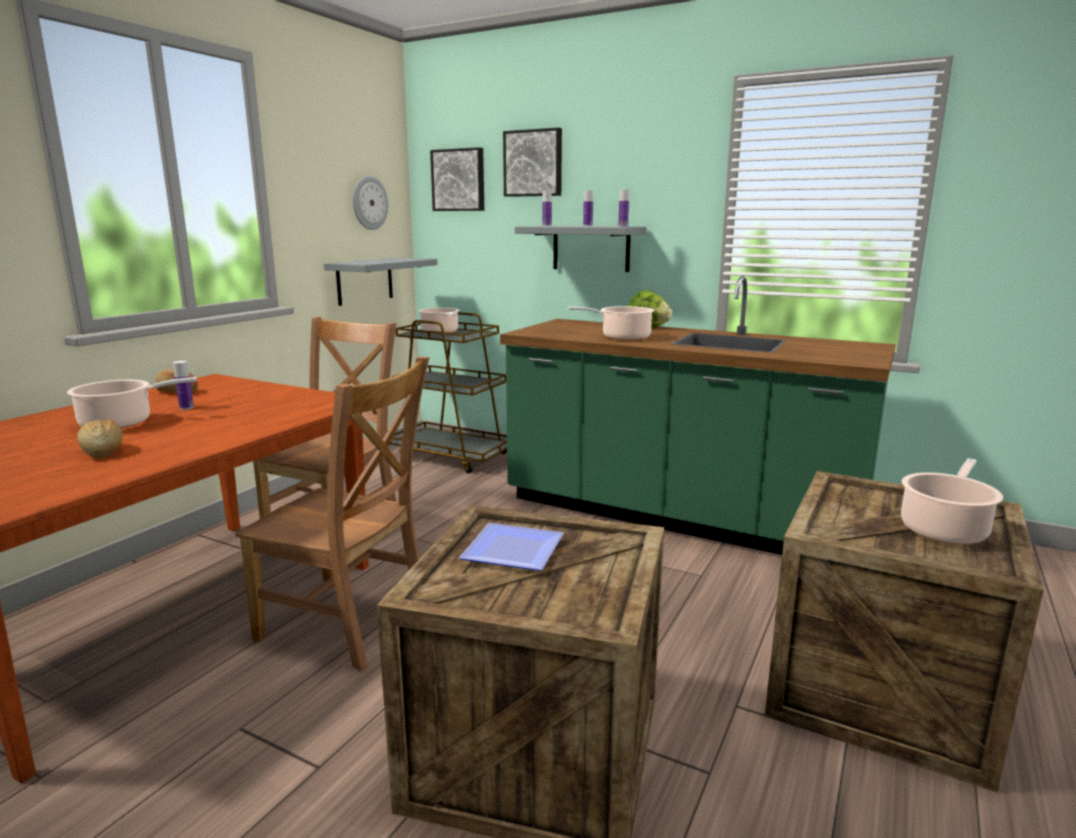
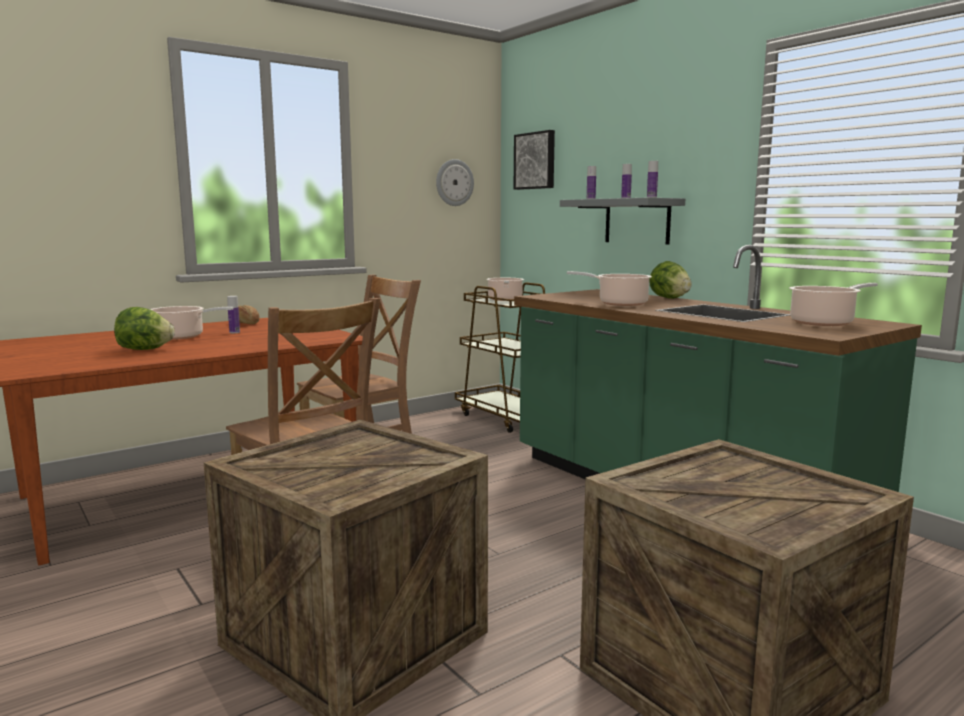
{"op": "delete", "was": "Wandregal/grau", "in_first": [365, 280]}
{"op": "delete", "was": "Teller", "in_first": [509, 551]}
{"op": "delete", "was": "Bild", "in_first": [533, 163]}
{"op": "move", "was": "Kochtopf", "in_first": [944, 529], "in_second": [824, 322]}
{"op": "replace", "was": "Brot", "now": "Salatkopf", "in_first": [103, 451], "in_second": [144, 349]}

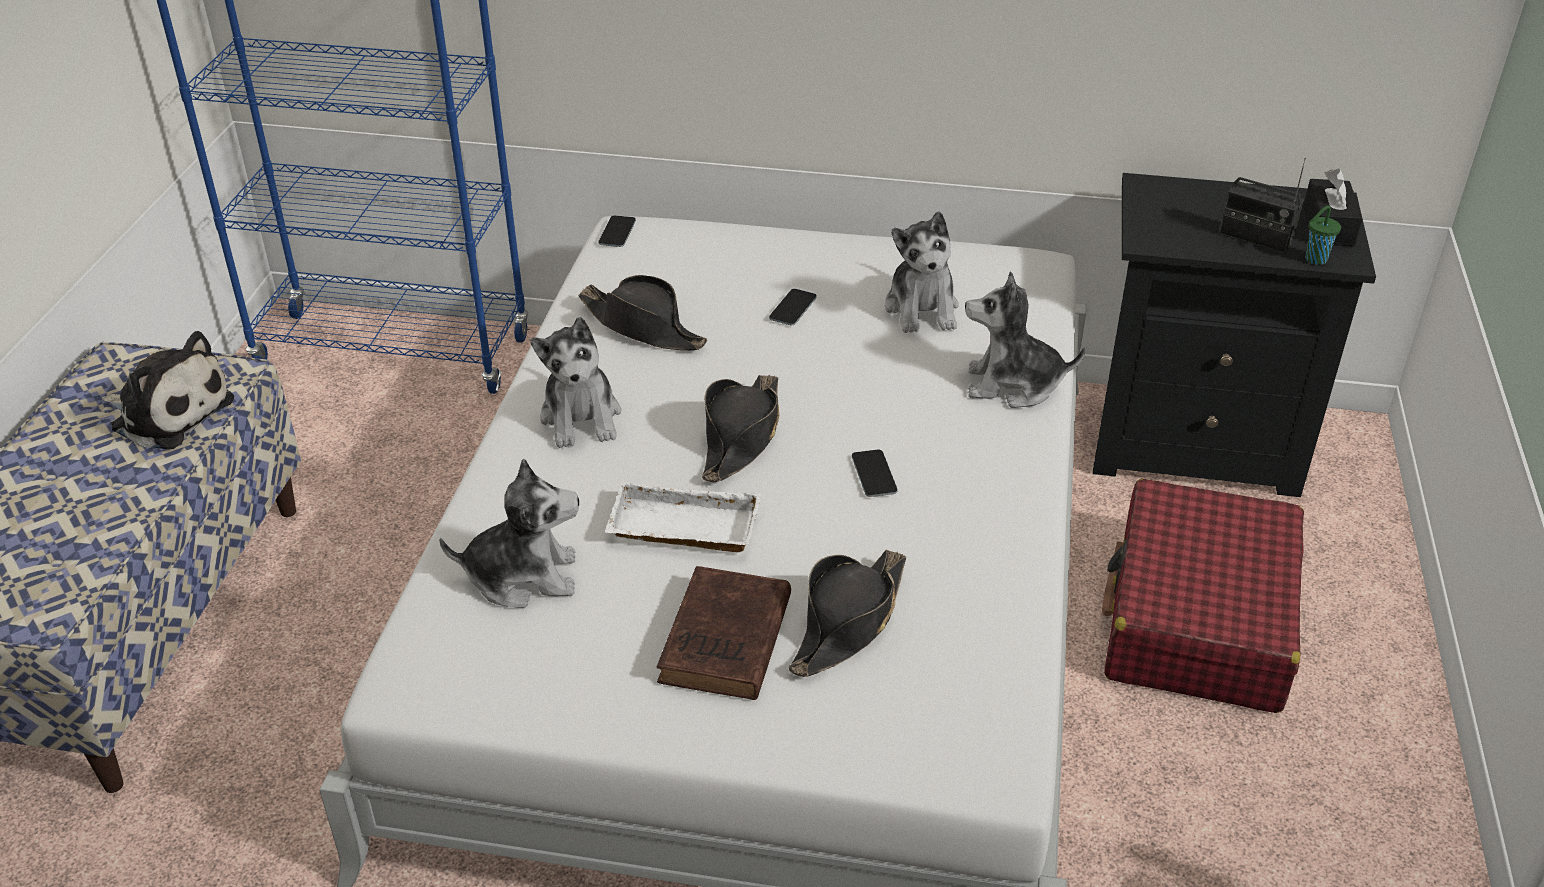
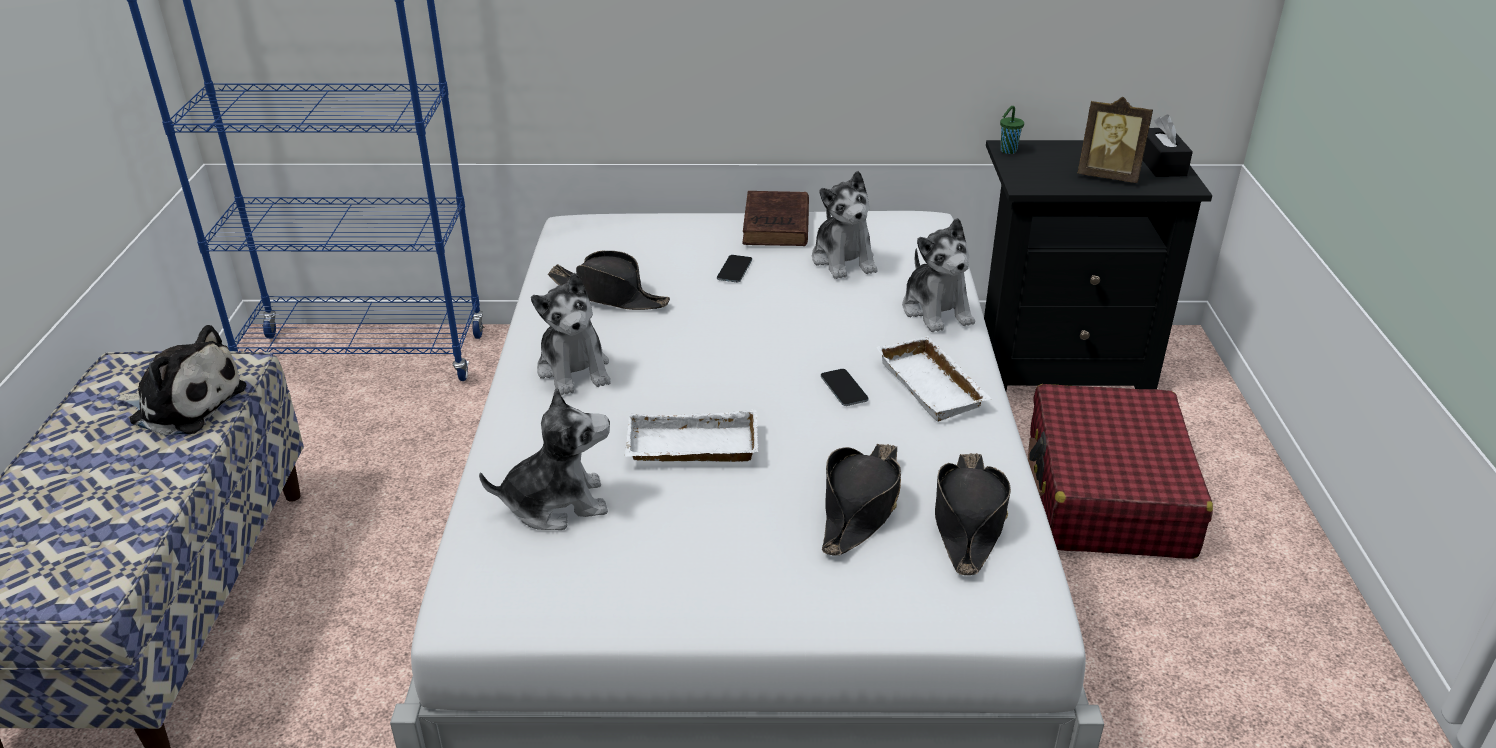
{"op": "delete", "was": "Handy", "in_first": [617, 232]}
{"op": "insert", "now": "Tablett/weiß", "in_second": [934, 386]}
{"op": "move", "was": "Buch/braun", "in_first": [724, 643], "in_second": [776, 226]}
{"op": "move", "was": "Hut/schwarz", "in_first": [741, 437], "in_second": [968, 521]}
{"op": "move", "was": "Tasse/grün", "in_first": [1314, 260], "in_second": [1007, 151]}
{"op": "replace", "was": "Radio", "now": "Bilderrahmen", "in_first": [1255, 238], "in_second": [1108, 176]}
{"op": "rotate", "was": "Plüschtier", "in_first": [1013, 385], "in_second": [936, 310], "clockwise": -105}

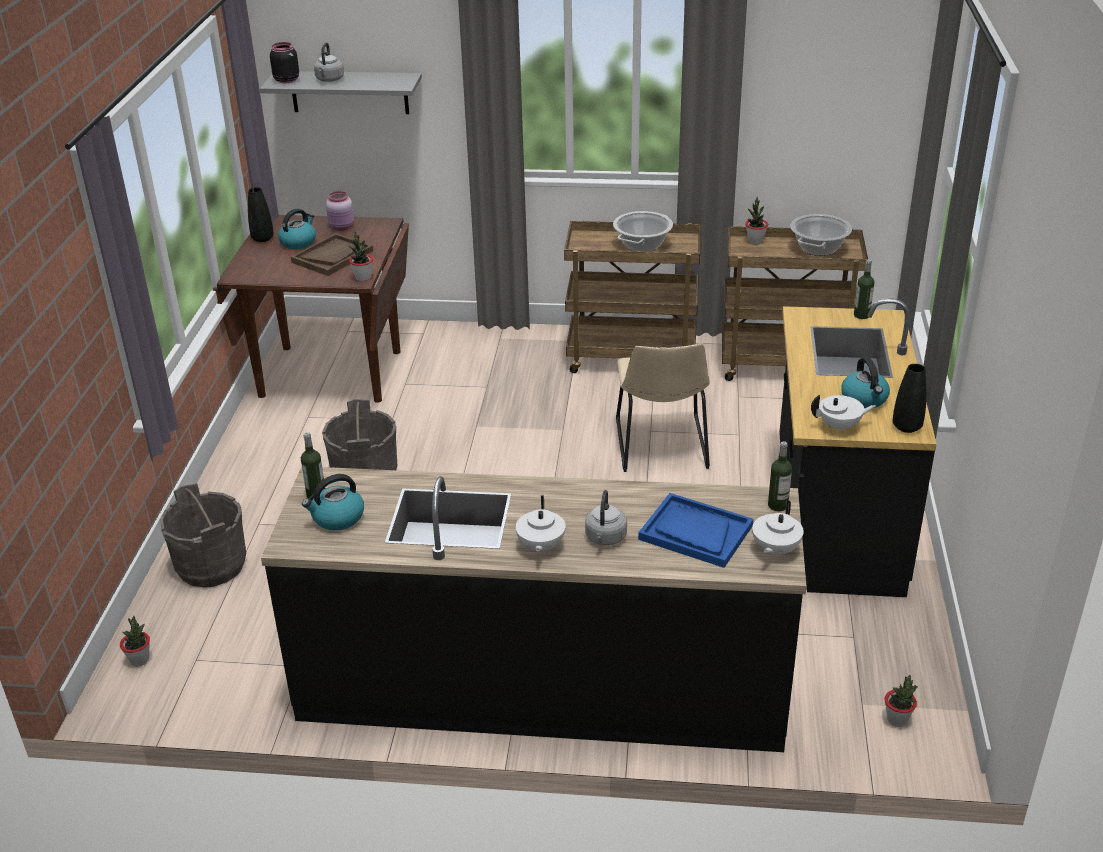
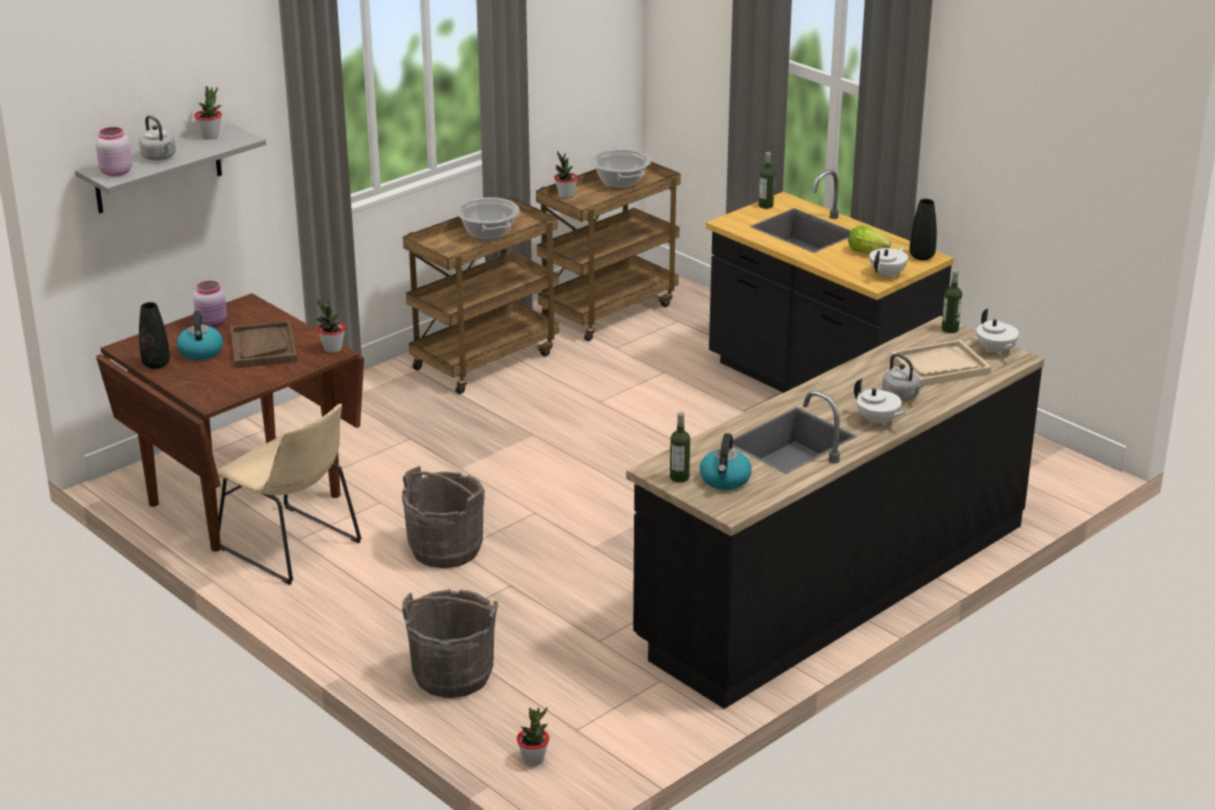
{"op": "move", "was": "Stuhl/beige", "in_first": [661, 447], "in_second": [293, 547]}
{"op": "move", "was": "Topfpflanze", "in_first": [897, 719], "in_second": [210, 136]}
{"op": "replace", "was": "Wasserkessel", "now": "Salatkopf", "in_first": [864, 399], "in_second": [869, 253]}
{"op": "recolor", "was": "Vorratsglas/schwarz", "now": "Vorratsglas/rosa", "in_first": [286, 80], "in_second": [115, 172]}
{"op": "recolor", "was": "Tablett/blau", "now": "Tablett/beige", "in_first": [695, 532], "in_second": [939, 366]}

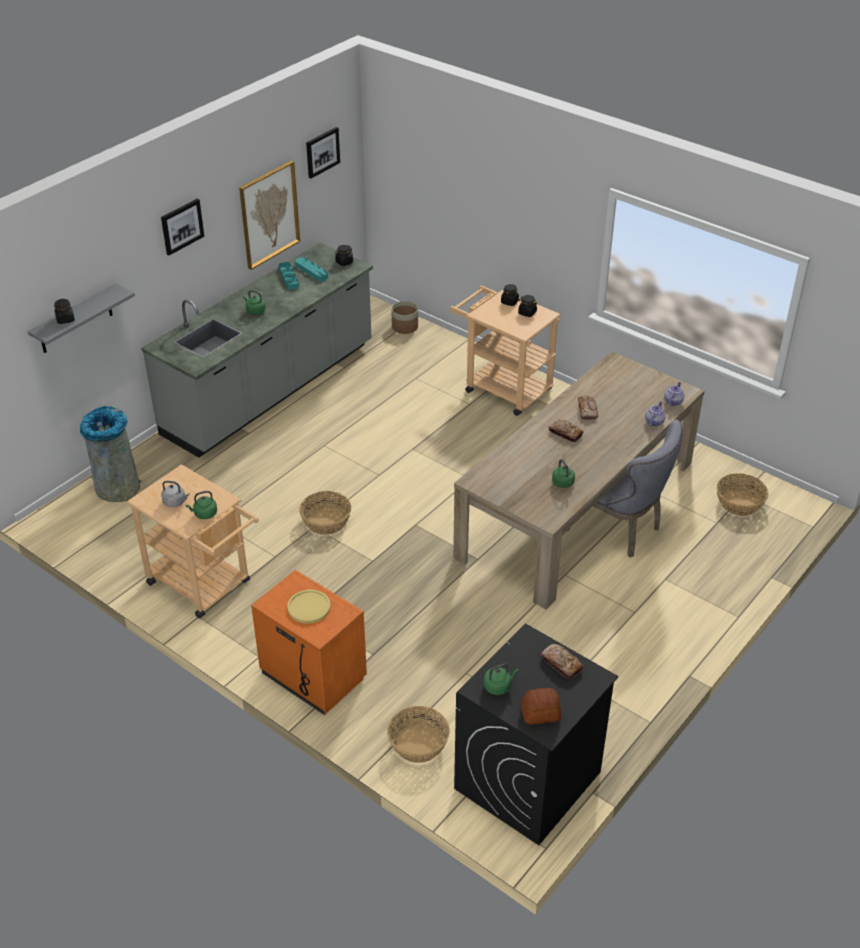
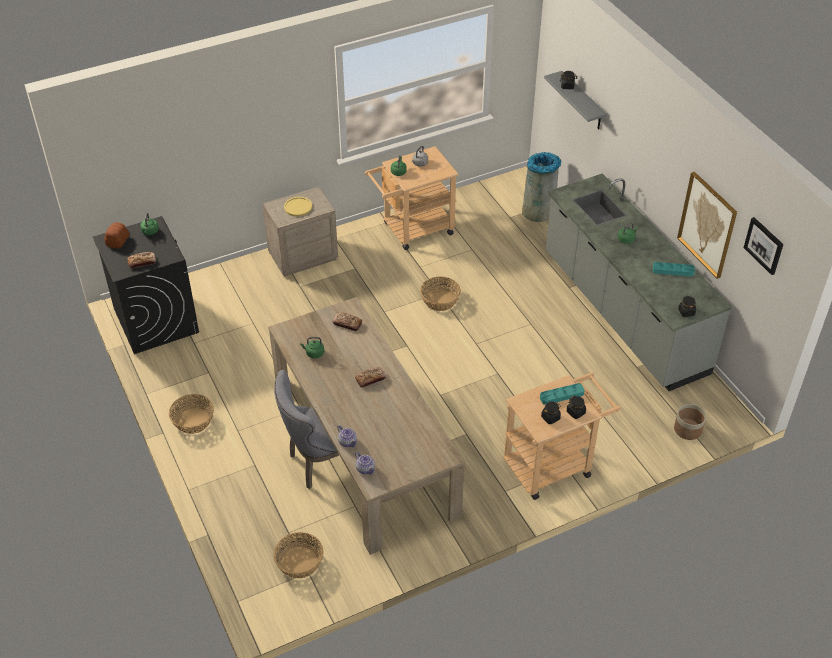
{"op": "delete", "was": "Bild", "in_first": [181, 226]}
{"op": "move", "was": "Tablett/türkis", "in_first": [311, 271], "in_second": [561, 395]}
{"op": "move", "was": "Korb", "in_first": [418, 744], "in_second": [193, 420]}
{"op": "move", "was": "Brot", "in_first": [587, 410], "in_second": [347, 324]}
{"op": "recolor", "was": "Nachttisch/orange", "now": "Nachttisch/beige", "in_first": [312, 676], "in_second": [303, 256]}

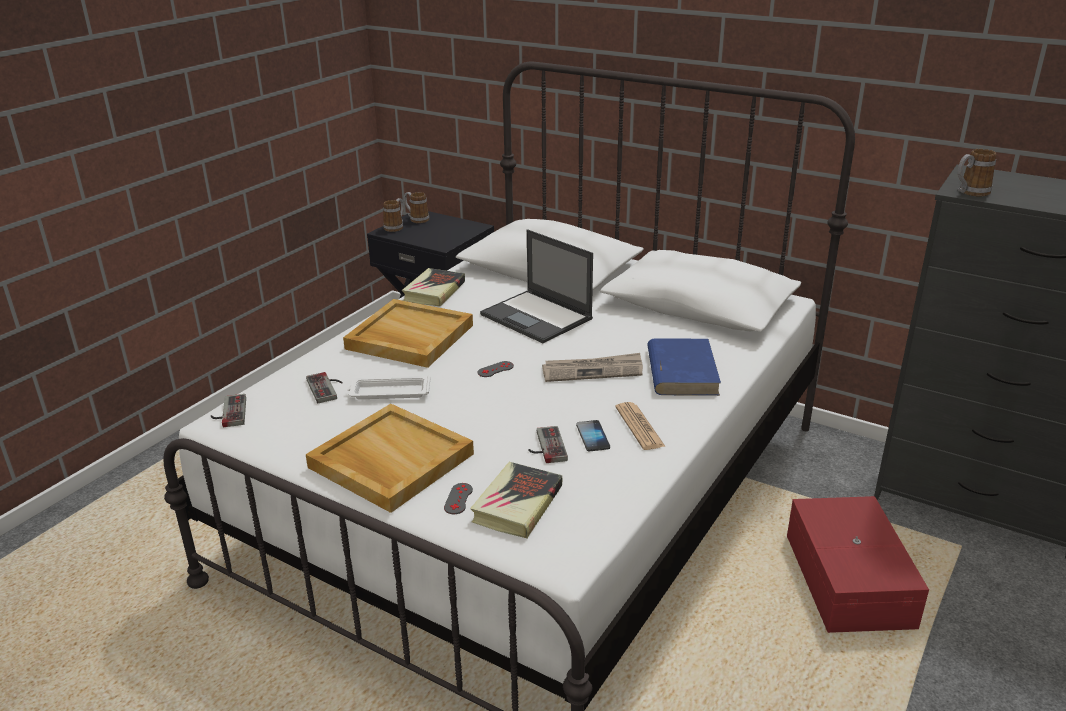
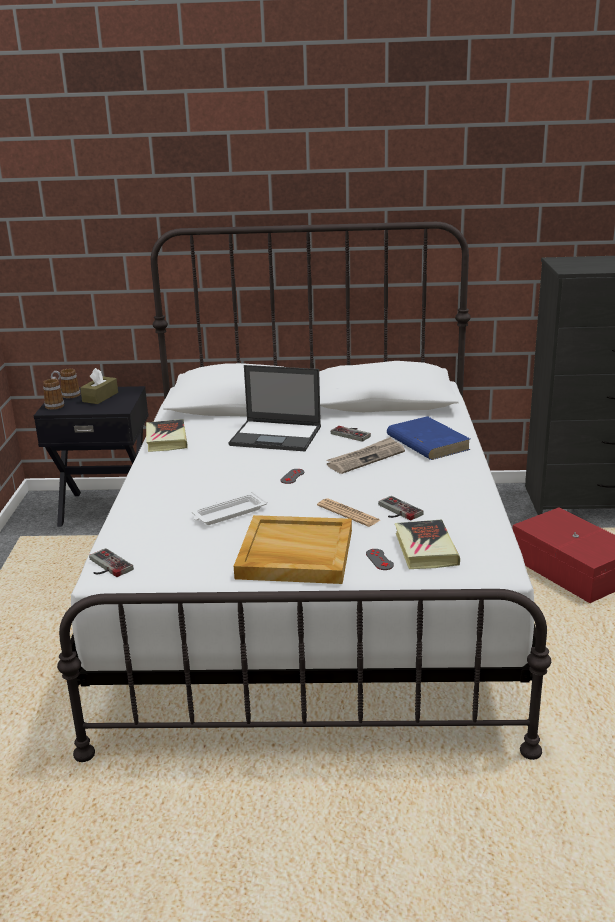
{"op": "delete", "was": "Tablett/beige", "in_first": [408, 337]}
{"op": "delete", "was": "Handy", "in_first": [593, 437]}
{"op": "delete", "was": "Henkelbecher", "in_first": [969, 193]}
{"op": "insert", "now": "Taschentuchbox/braun", "in_second": [100, 397]}
{"op": "move", "was": "Gamepad", "in_first": [327, 388], "in_second": [353, 433]}
{"op": "move", "was": "Zeitung", "in_first": [639, 427], "in_second": [348, 513]}

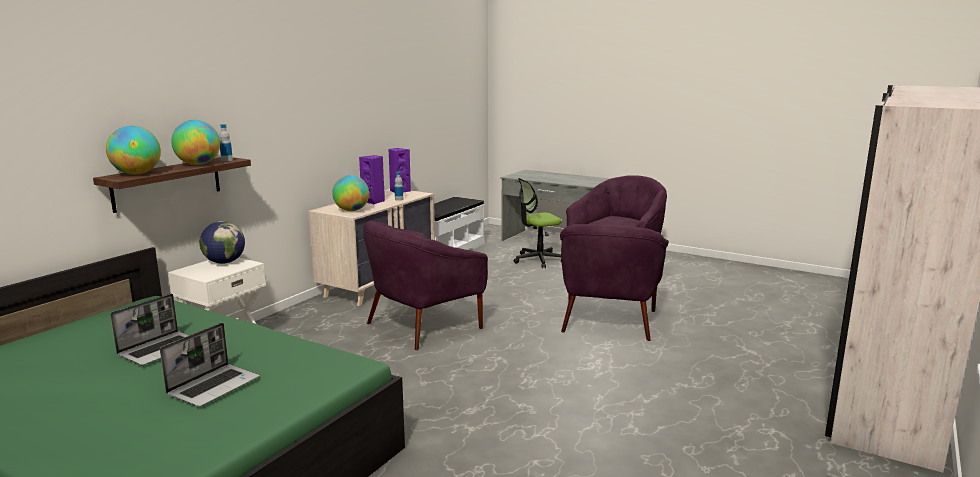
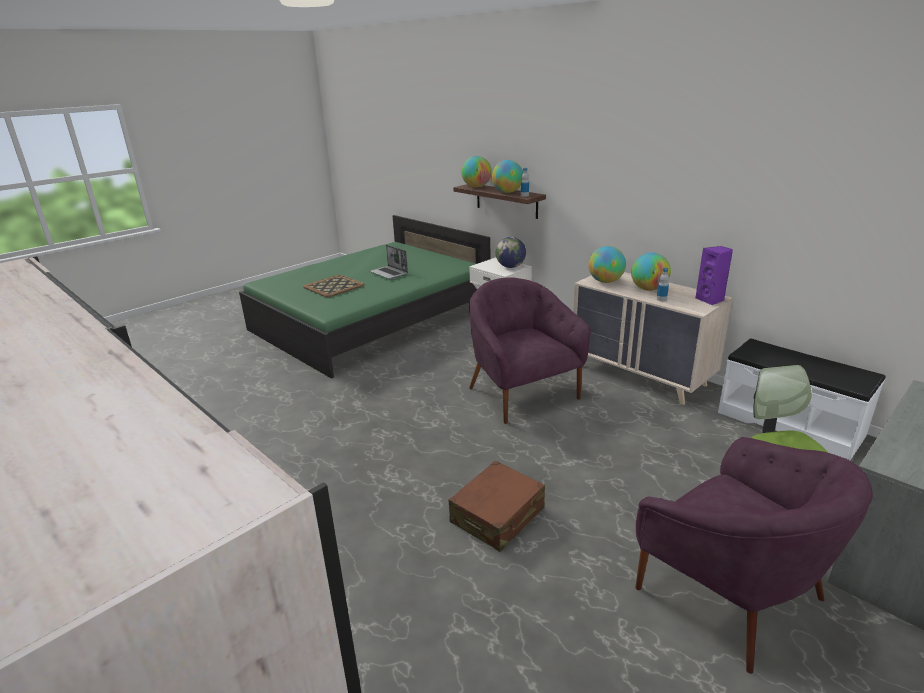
{"op": "replace", "was": "Laptop", "now": "Tablett", "in_first": [214, 386], "in_second": [334, 286]}
{"op": "replace", "was": "Lautsprecher/lila", "now": "Globus", "in_first": [374, 201], "in_second": [648, 289]}
{"op": "replace", "was": "Sessel/lila", "now": "Koffer/braun", "in_first": [608, 321], "in_second": [498, 516]}

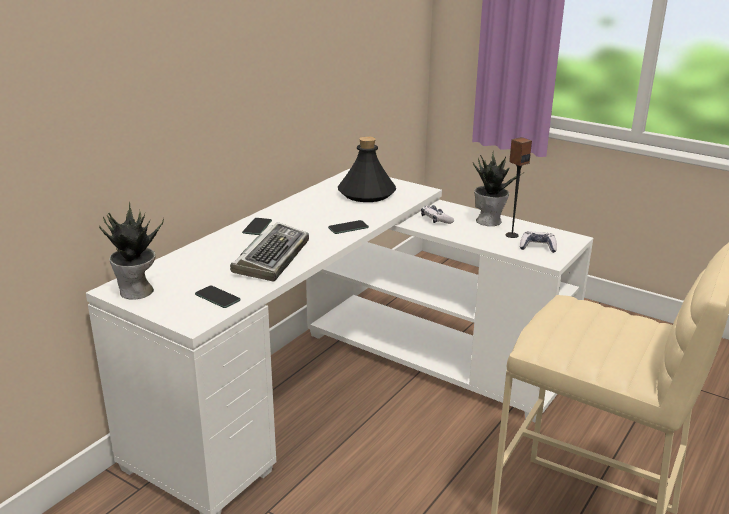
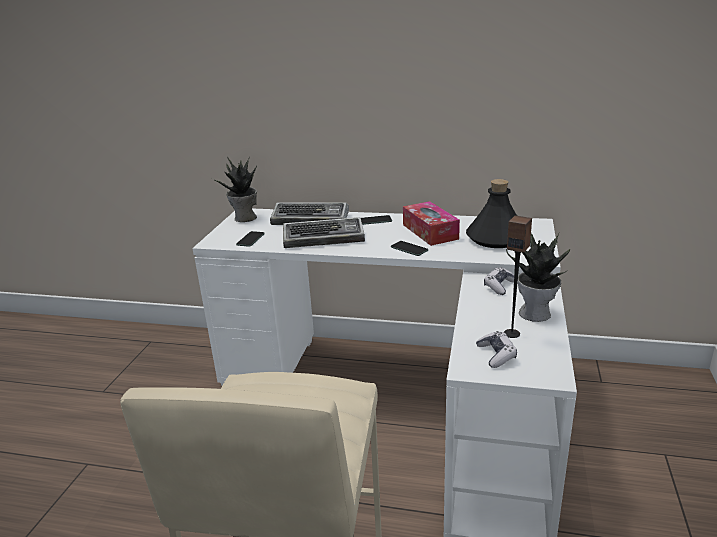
{"op": "insert", "now": "Tastatur", "in_second": [311, 219]}
{"op": "insert", "now": "Taschentuchbox", "in_second": [430, 232]}

